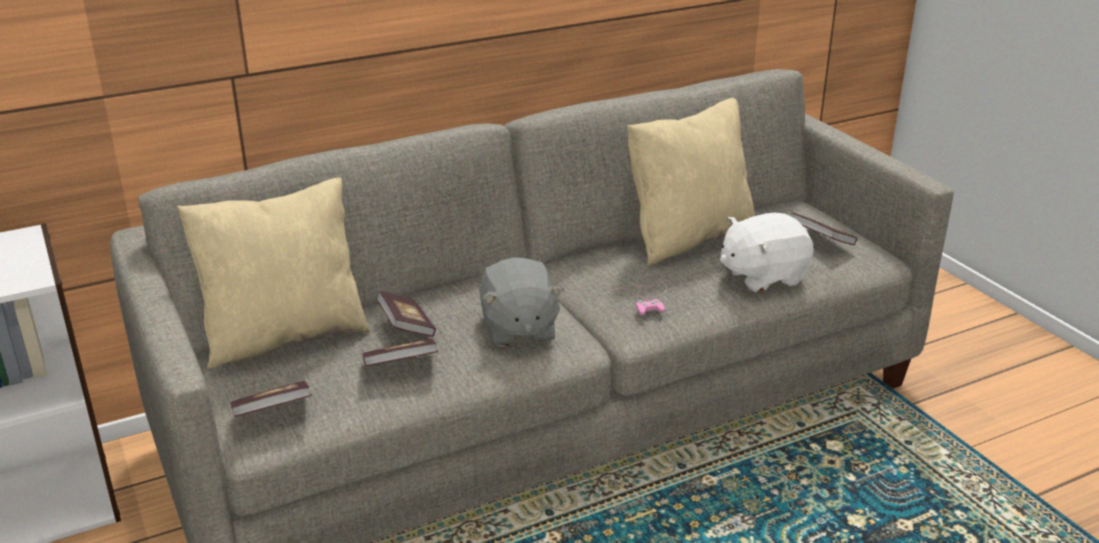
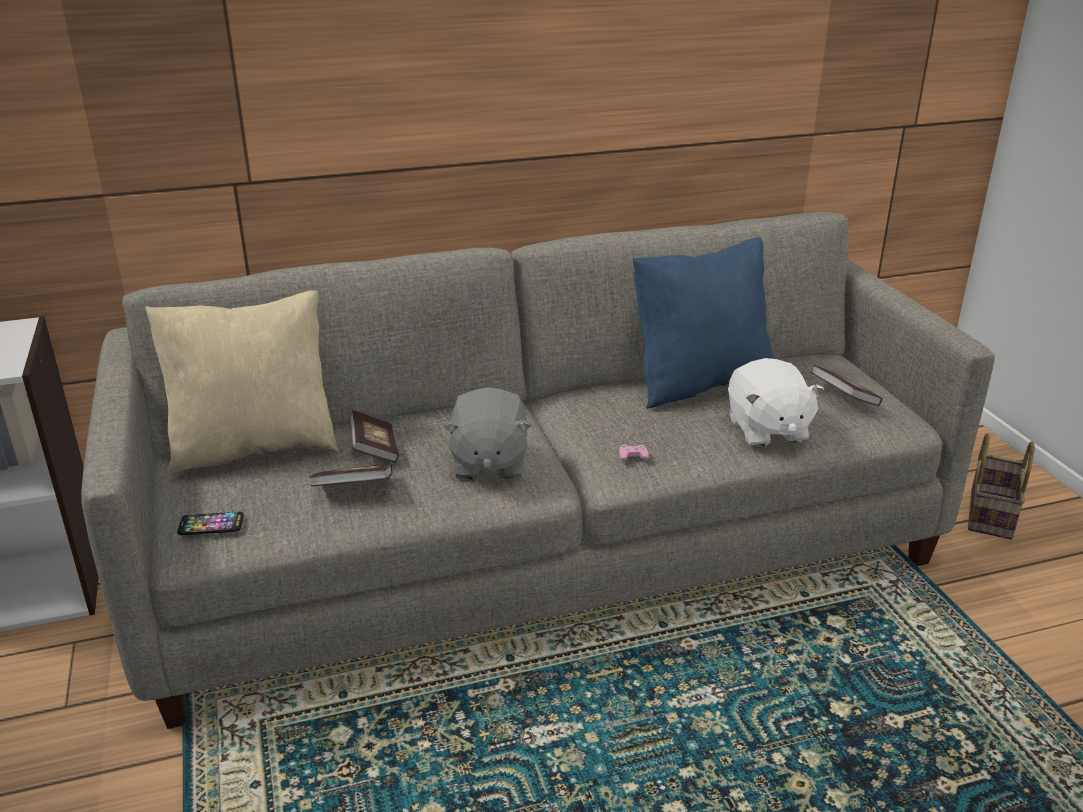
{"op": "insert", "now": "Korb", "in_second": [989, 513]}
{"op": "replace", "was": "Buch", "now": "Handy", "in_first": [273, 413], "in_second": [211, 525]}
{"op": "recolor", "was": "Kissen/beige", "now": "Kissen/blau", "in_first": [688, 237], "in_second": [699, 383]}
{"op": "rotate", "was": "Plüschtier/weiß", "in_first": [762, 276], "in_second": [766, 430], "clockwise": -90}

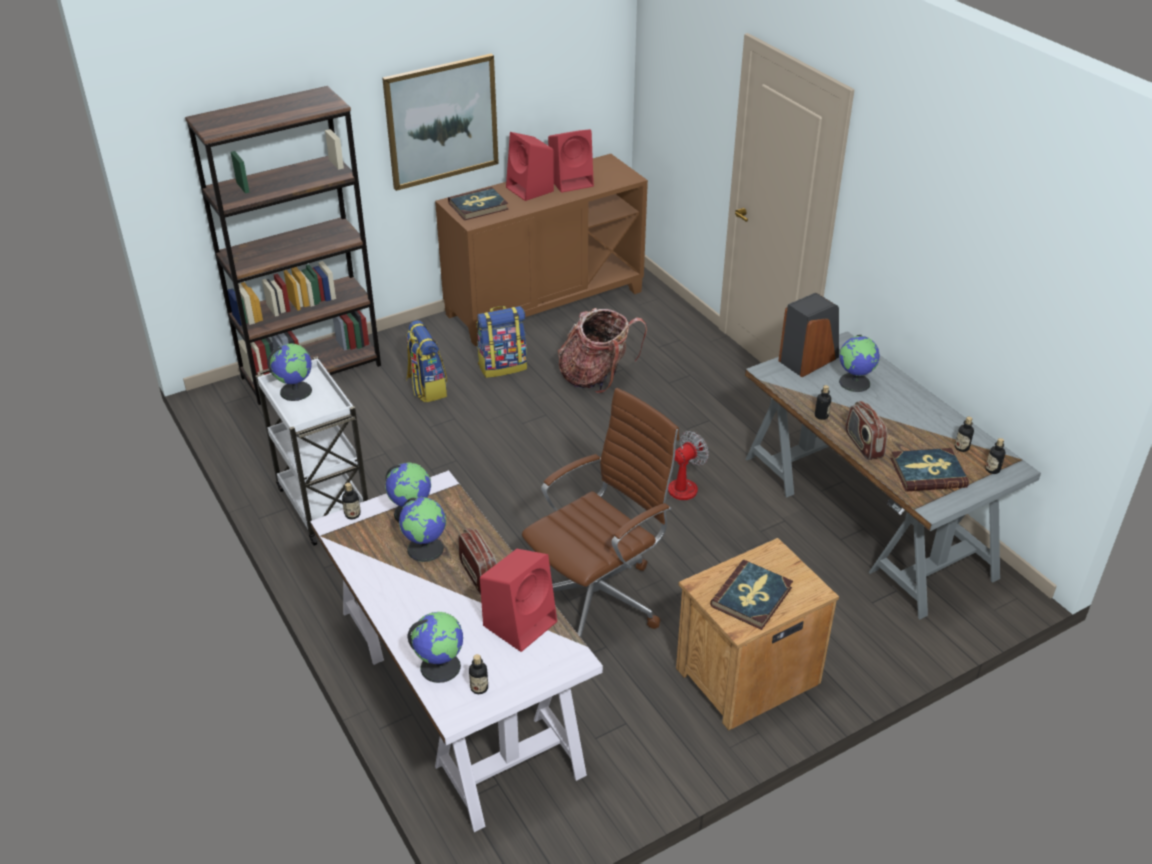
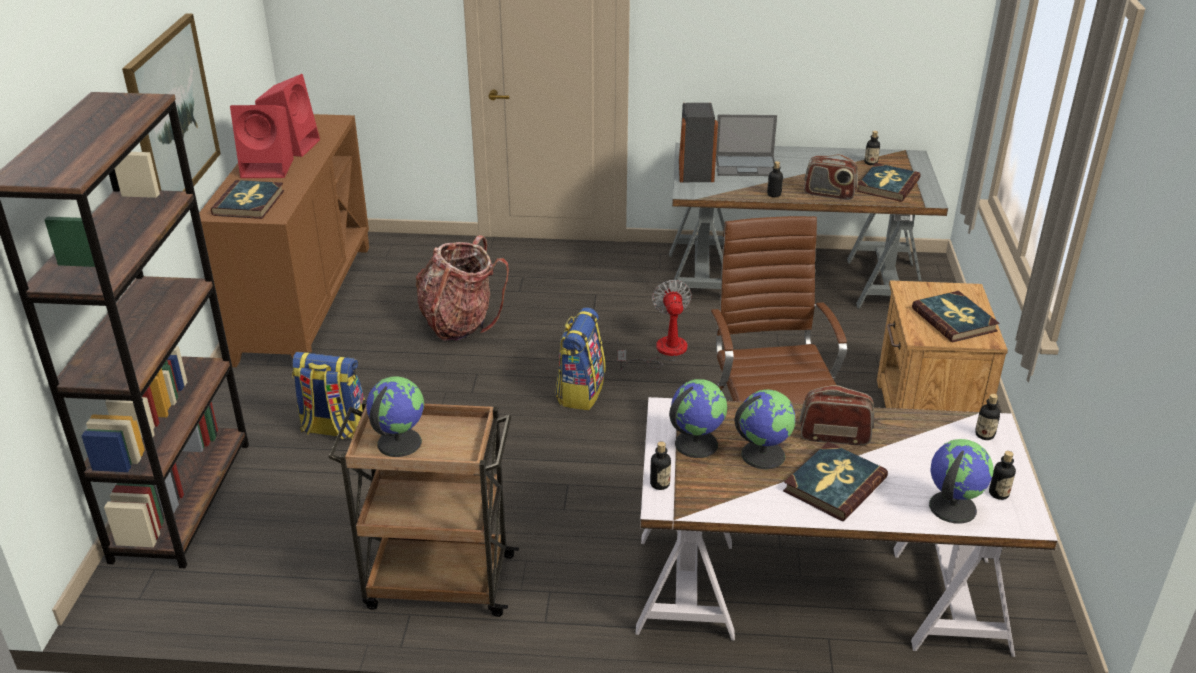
{"op": "delete", "was": "Lautsprecher/rot", "in_first": [521, 622]}
{"op": "insert", "now": "Buch", "in_second": [834, 484]}
{"op": "move", "was": "Rucksack", "in_first": [503, 366], "in_second": [580, 392]}
{"op": "move", "was": "Flasche", "in_first": [992, 469], "in_second": [984, 435]}
{"op": "replace", "was": "Globus", "now": "Laptop", "in_first": [855, 382], "in_second": [746, 166]}
{"op": "recolor", "was": "Rollwagen/weiß", "now": "Rollwagen/braun", "in_first": [323, 504], "in_second": [437, 581]}

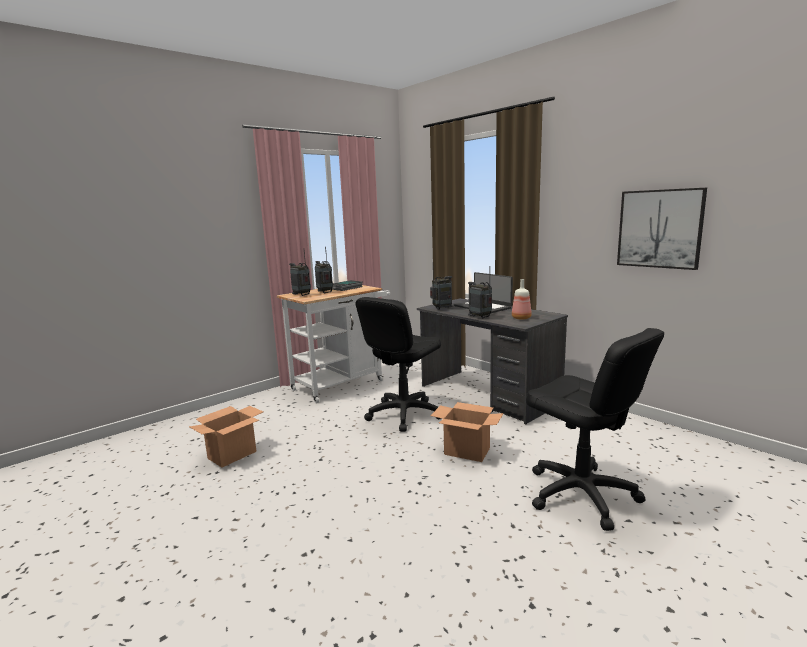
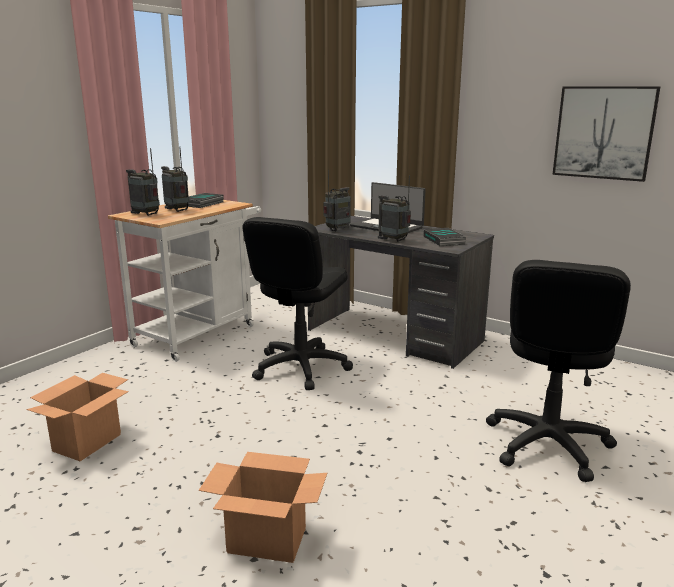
{"op": "move", "was": "Karton", "in_first": [466, 451], "in_second": [266, 540]}
{"op": "replace", "was": "Flasche", "now": "Buch", "in_first": [522, 318], "in_second": [444, 240]}
{"op": "rotate", "was": "Bürostuhl/schwarz", "in_first": [581, 494], "in_second": [547, 444], "clockwise": 75}

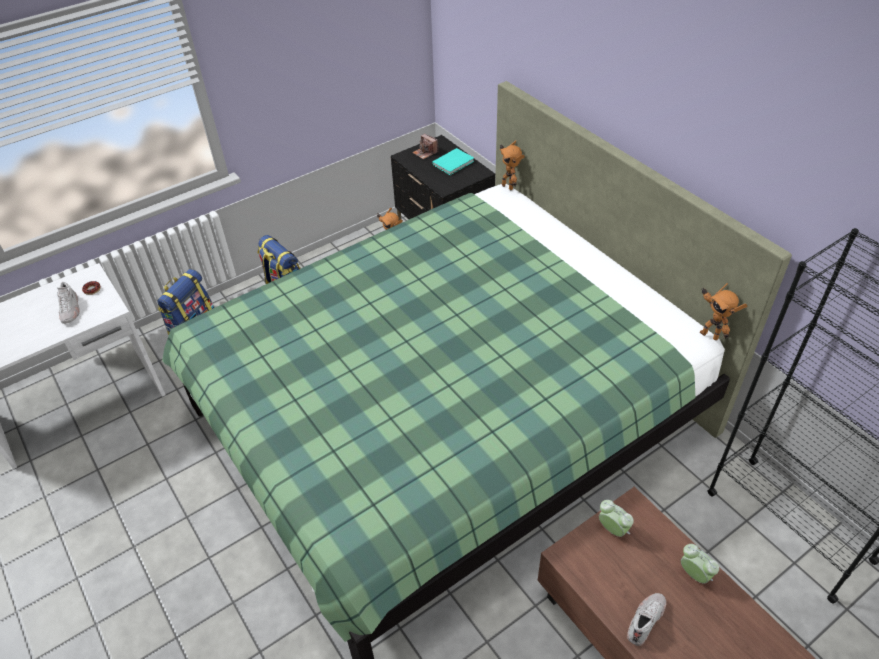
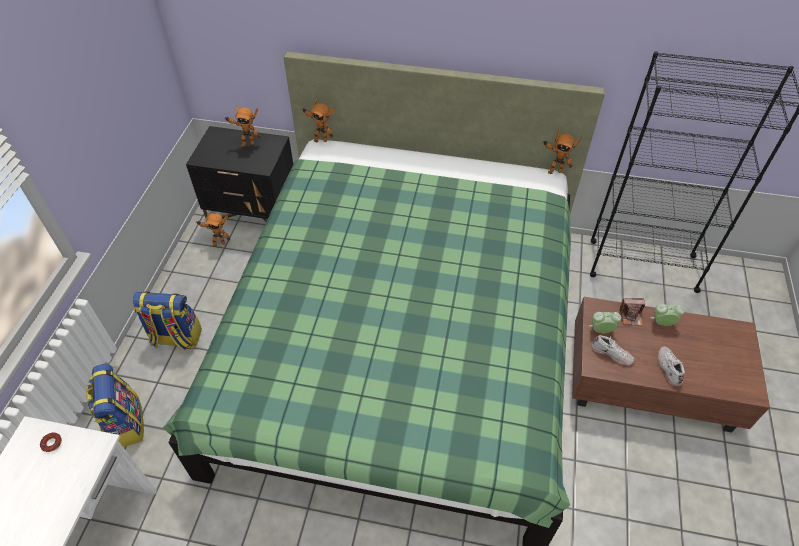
{"op": "move", "was": "Schuh/weiß", "in_first": [70, 309], "in_second": [611, 354]}
{"op": "move", "was": "Kamera", "in_first": [425, 153], "in_second": [631, 316]}
{"op": "replace", "was": "Buch/türkis", "now": "Spielzeugroboter", "in_first": [454, 163], "in_second": [247, 144]}

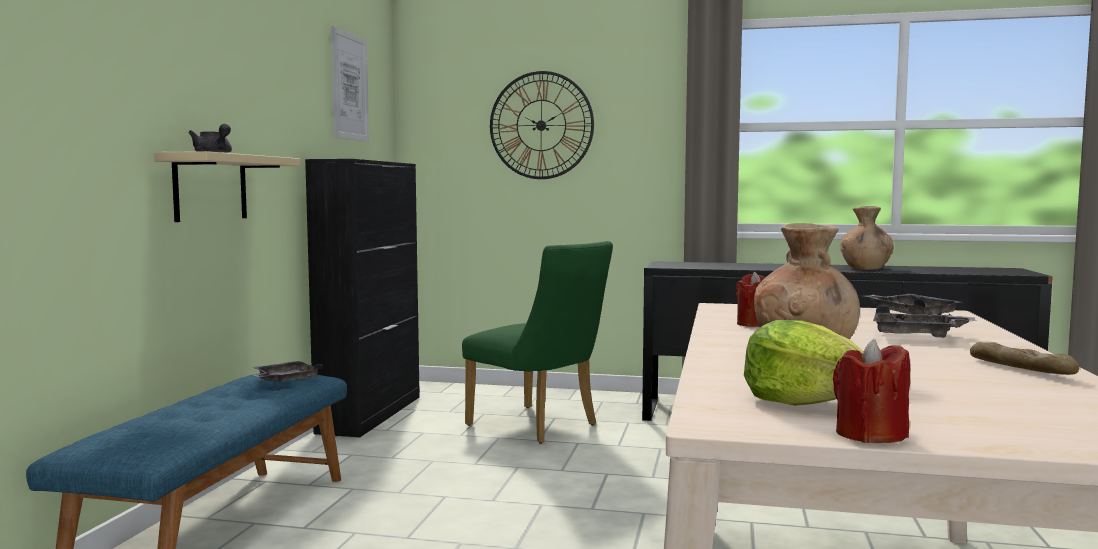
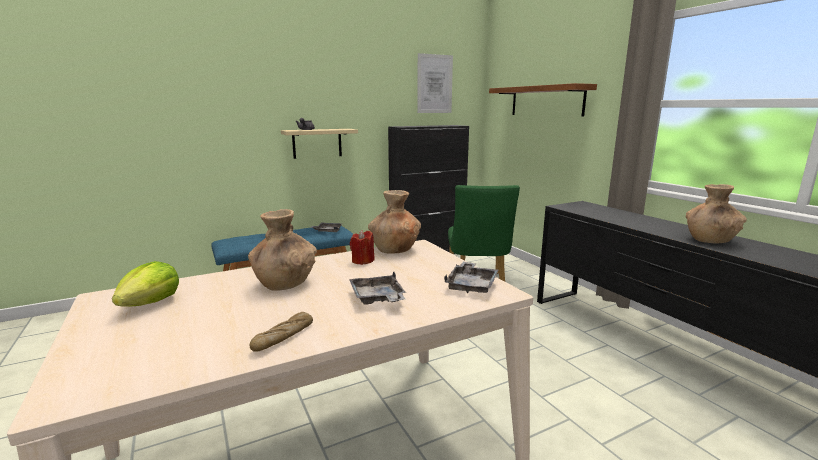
{"op": "delete", "was": "Kerze/rot", "in_first": [870, 435]}
{"op": "insert", "now": "Vase/braun", "in_second": [395, 250]}
{"op": "replace", "was": "Wanduhr", "now": "Wandregal", "in_first": [541, 125], "in_second": [546, 101]}

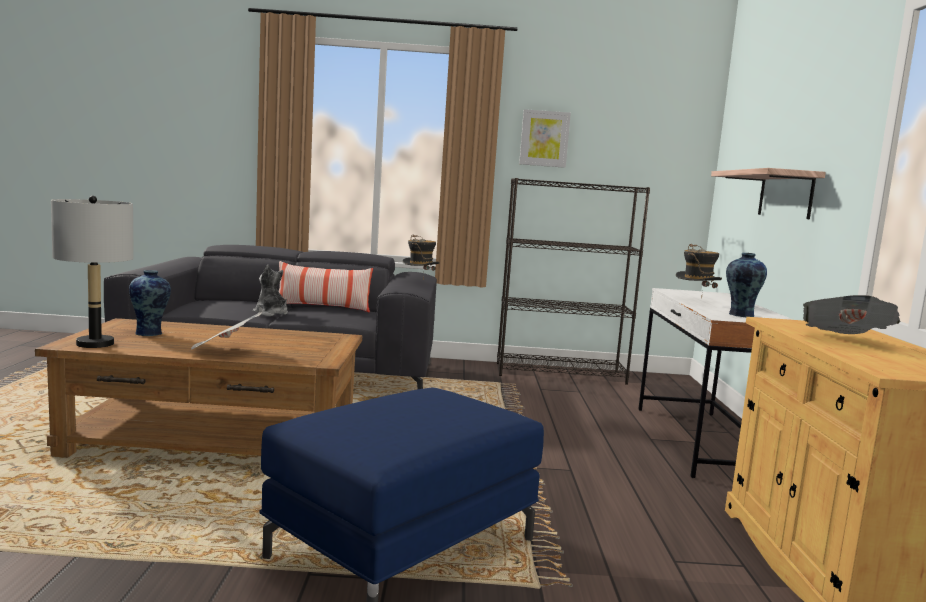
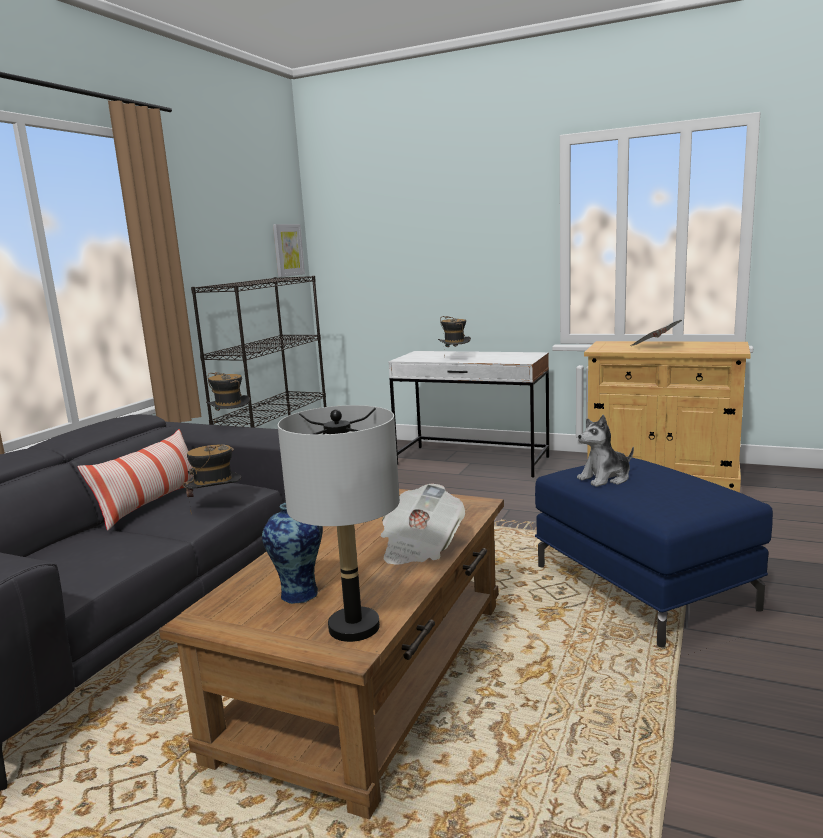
{"op": "delete", "was": "Wandregal", "in_first": [785, 195]}
{"op": "delete", "was": "Vase", "in_first": [740, 315]}
{"op": "insert", "now": "Hut", "in_second": [216, 506]}
{"op": "move", "was": "Plüschtier", "in_first": [271, 313], "in_second": [605, 478]}
{"op": "move", "was": "Bild", "in_first": [544, 138], "in_second": [288, 250]}

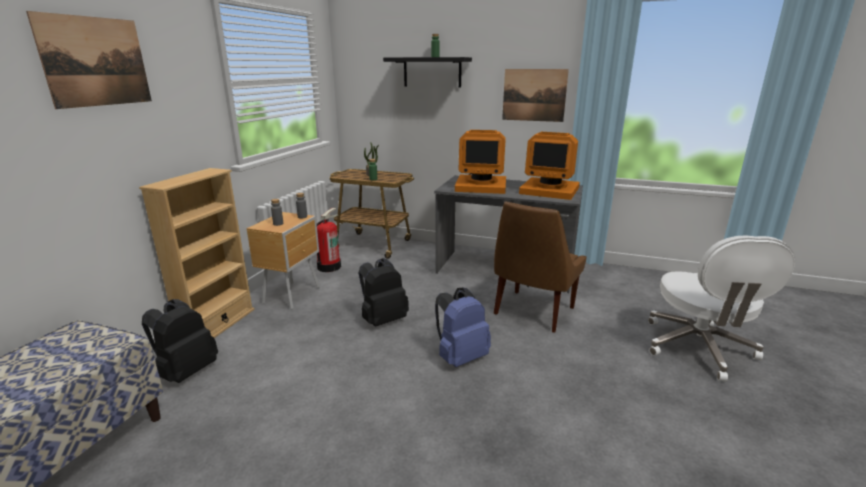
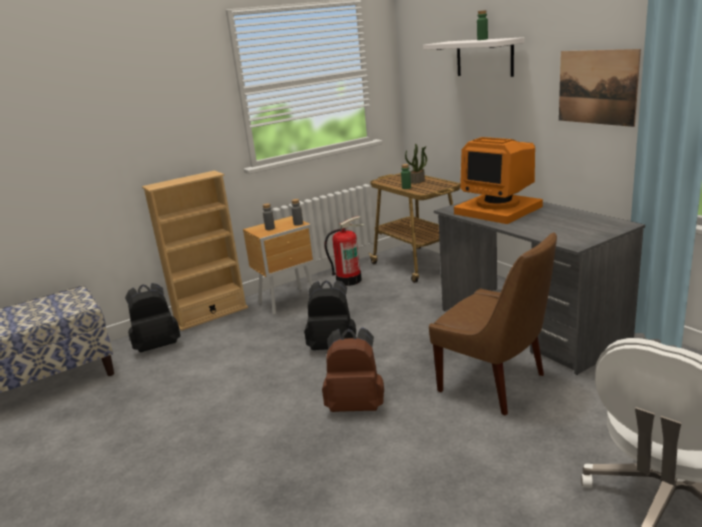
{"op": "delete", "was": "Bild", "in_first": [96, 62]}
{"op": "delete", "was": "Monitor", "in_first": [550, 190]}
{"op": "recolor", "was": "Wandregal/schwarz", "now": "Wandregal/weiß", "in_first": [432, 72], "in_second": [484, 58]}
{"op": "recolor", "was": "Rucksack/blau", "now": "Rucksack/braun", "in_first": [460, 357], "in_second": [356, 405]}
{"op": "rotate", "was": "Stuhl/braun", "in_first": [532, 312], "in_second": [495, 384], "clockwise": -120}

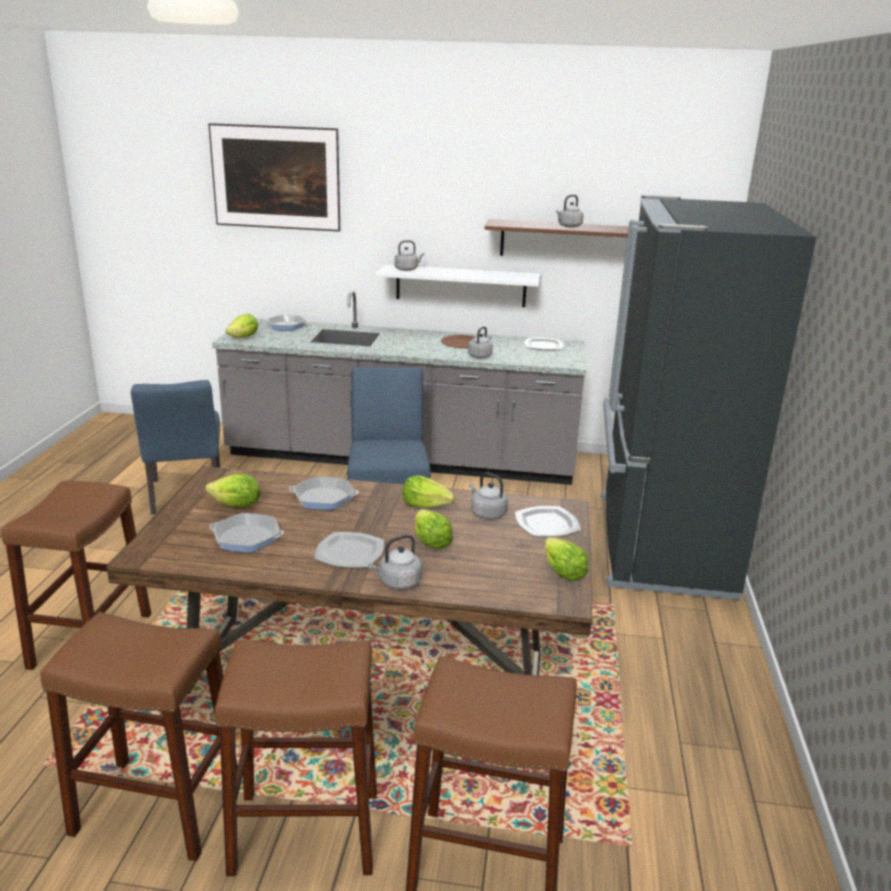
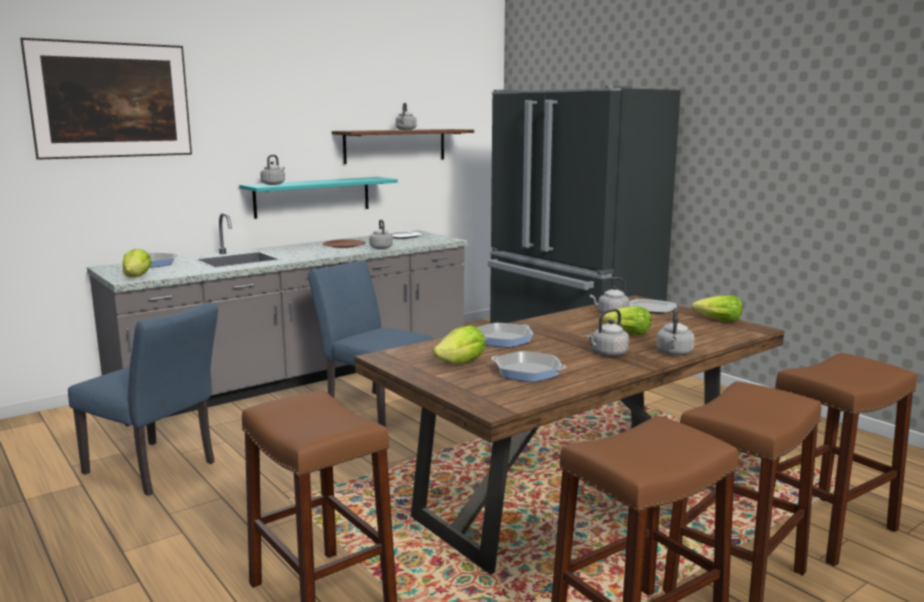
{"op": "delete", "was": "Salatkopf", "in_first": [426, 505]}
{"op": "replace", "was": "Teller", "now": "Wasserkessel/grau", "in_first": [349, 553], "in_second": [607, 353]}
{"op": "recolor", "was": "Wandregal/weiß", "now": "Wandregal/türkis", "in_first": [460, 285], "in_second": [313, 197]}
{"op": "rotate", "was": "Pfanne", "in_first": [247, 538], "in_second": [528, 372], "clockwise": -120}

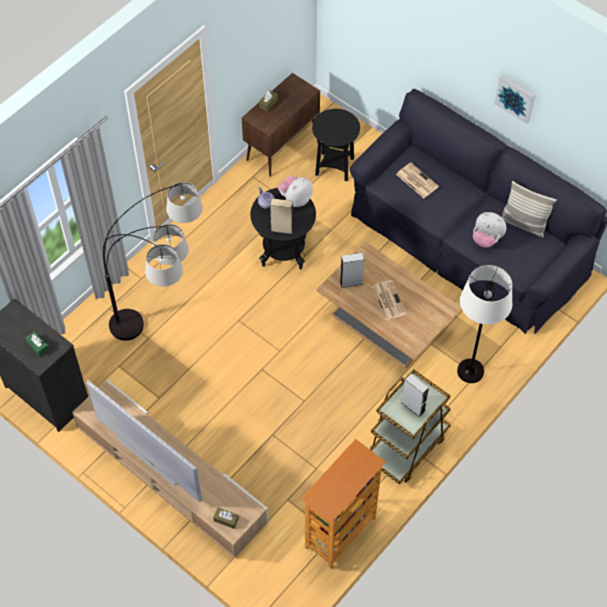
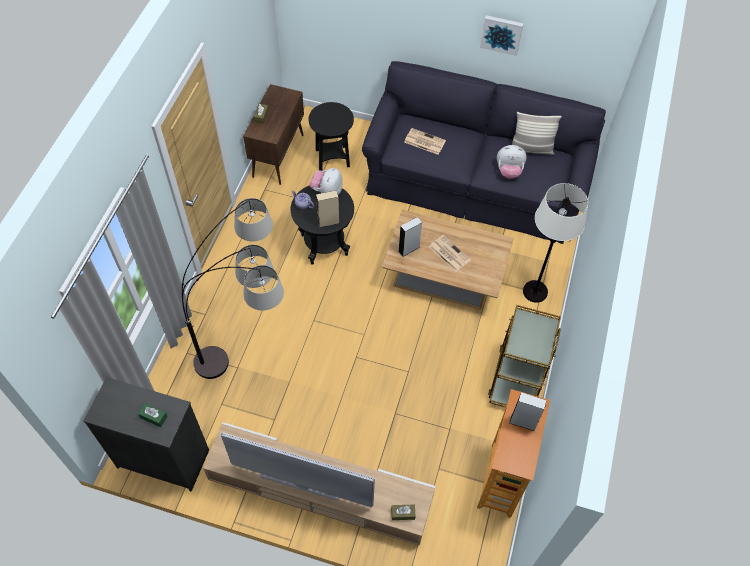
{"op": "move", "was": "Lautsprecher/grau", "in_first": [413, 406], "in_second": [523, 422]}

